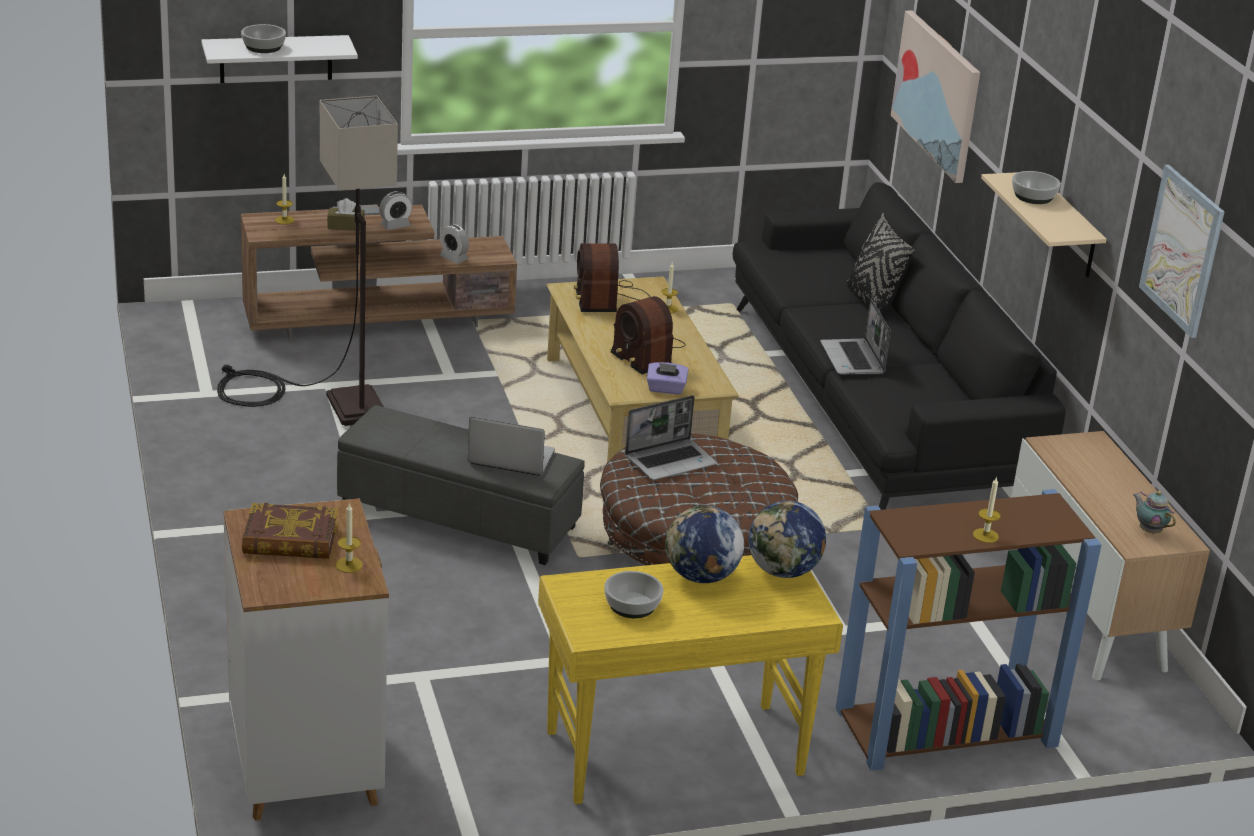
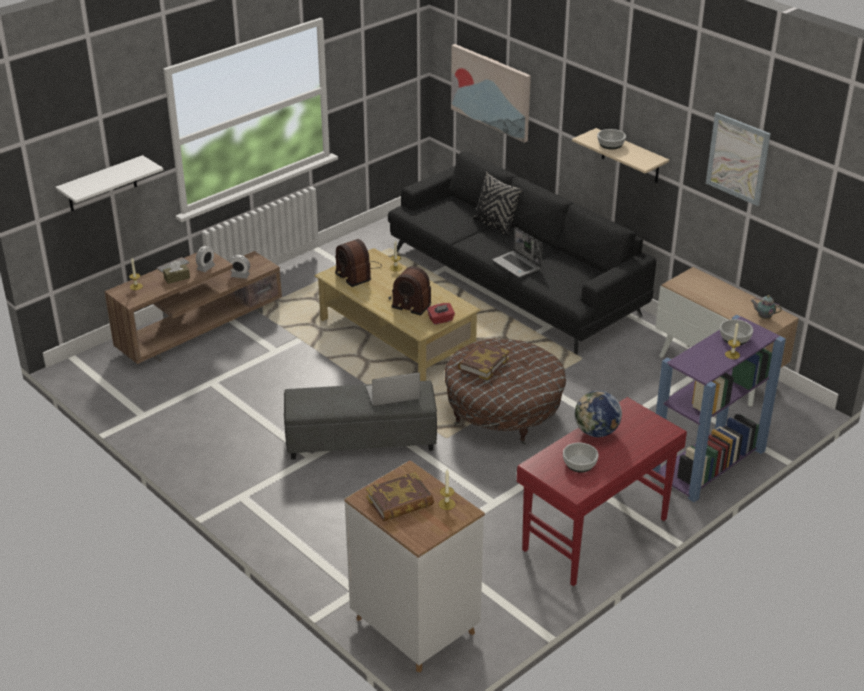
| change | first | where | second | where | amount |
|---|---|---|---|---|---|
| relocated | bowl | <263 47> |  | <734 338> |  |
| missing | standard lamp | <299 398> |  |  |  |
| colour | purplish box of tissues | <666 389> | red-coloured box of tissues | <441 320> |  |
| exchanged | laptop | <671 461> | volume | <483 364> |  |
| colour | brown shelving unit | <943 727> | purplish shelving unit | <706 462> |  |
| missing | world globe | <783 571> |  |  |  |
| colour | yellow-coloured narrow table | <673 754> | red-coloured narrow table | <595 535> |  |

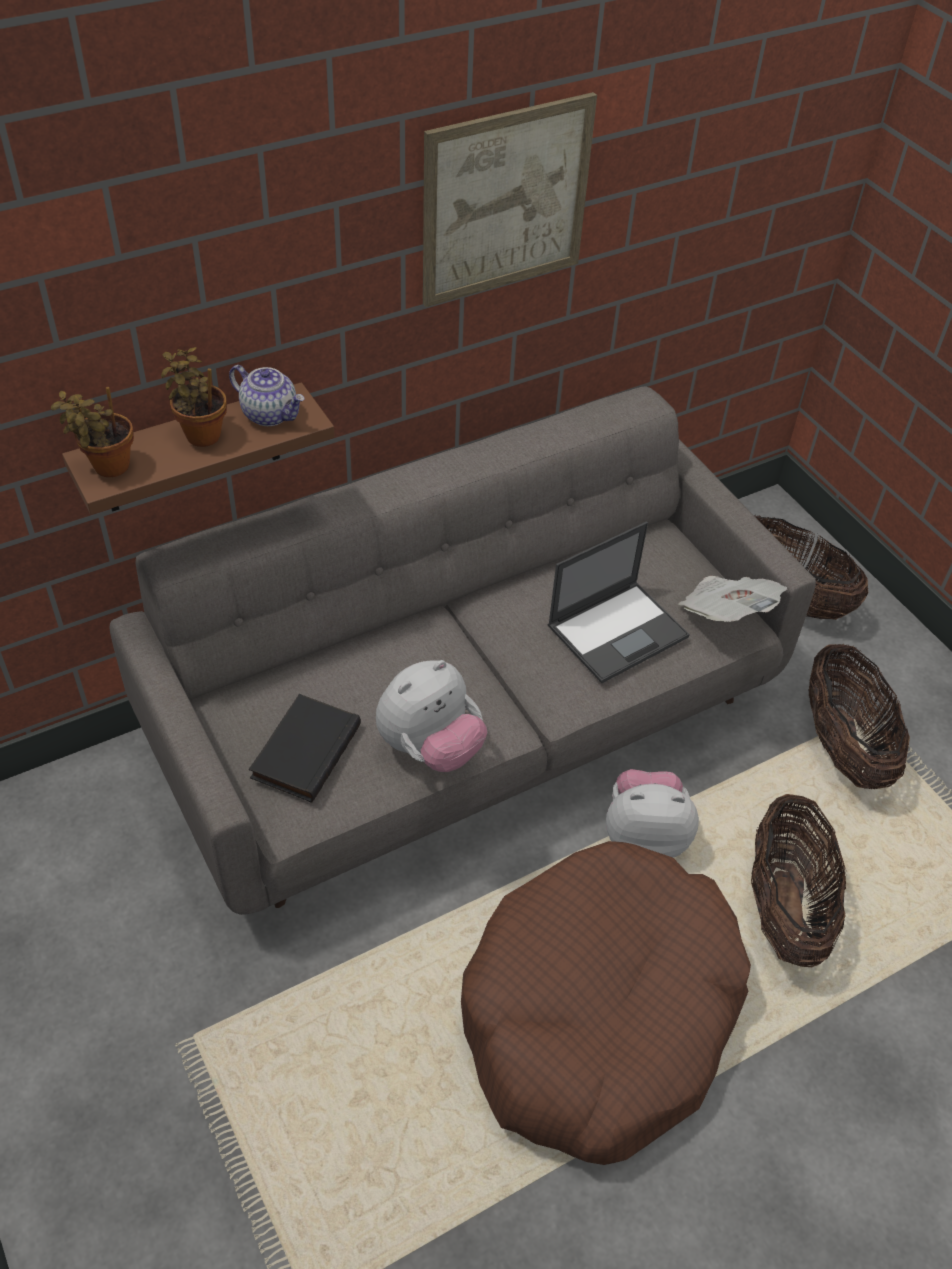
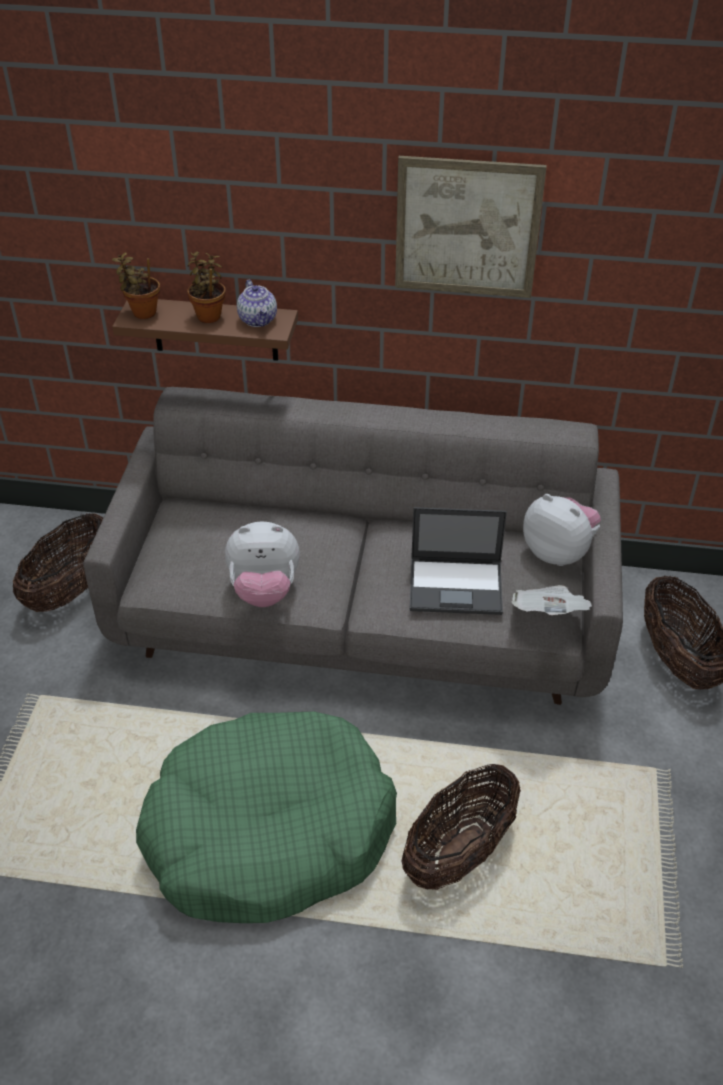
| change | first | where | second | where | amount |
|---|---|---|---|---|---|
| relocated | household basket | <843 746> |  | <71 589> |  |
| missing | black-coloured volume | <304 750> |  |  |  |
| relocated | plush toy | <644 836> |  | <558 552> |  |
| colour | brown dog bed | <599 1014> | green-coloured dog bed | <269 832> |  |

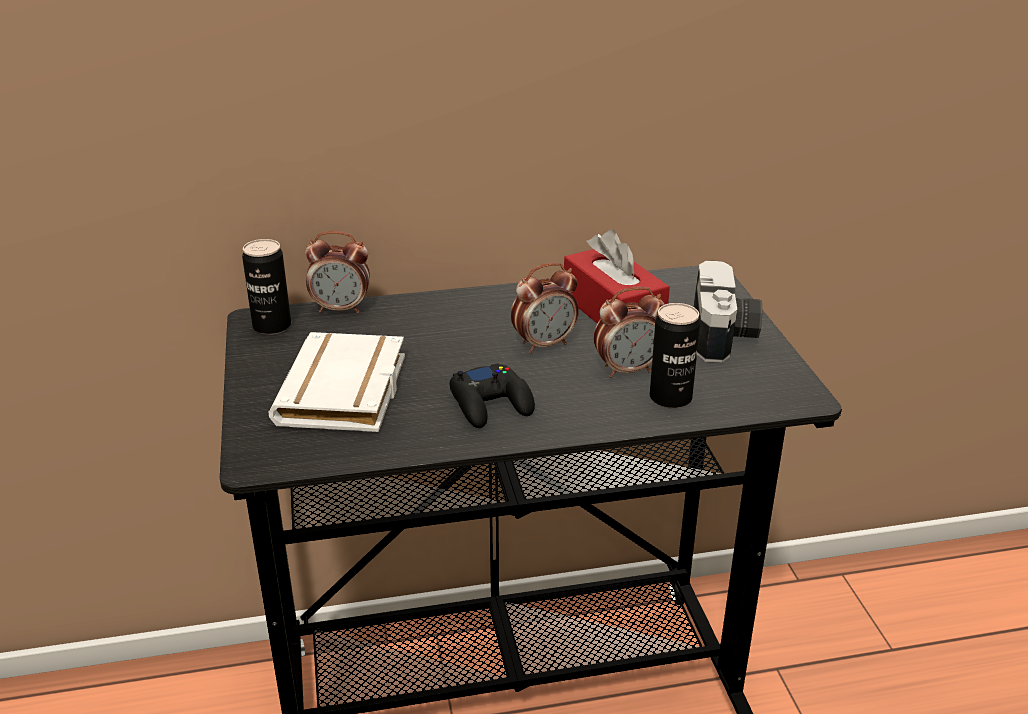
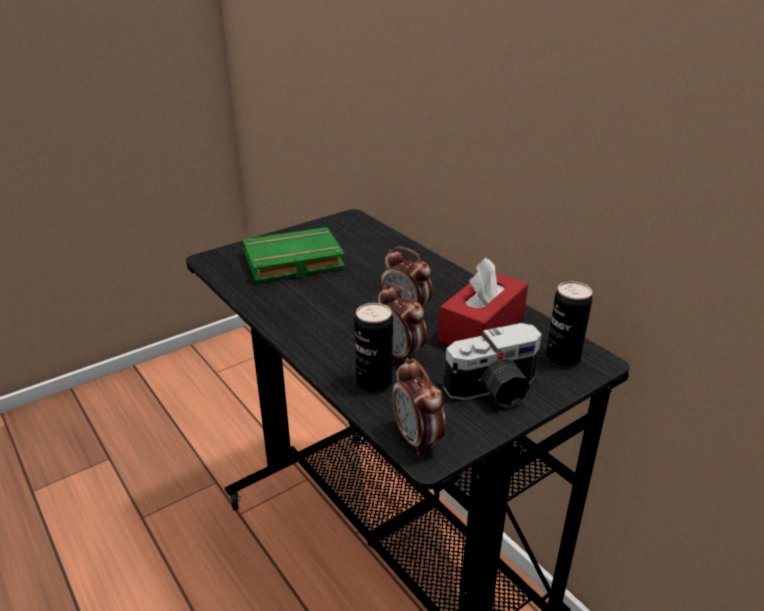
| change | first | where | second | where | amount |
|---|---|---|---|---|---|
| relocated | table clock | <341 309> |  | <417 439> |  |
| relocated | metal can | <272 326> |  | <563 358> |  |
| colour | whitish volume | <346 393> | green-coloured volume | <292 263> |  |
| missing | black-coloured joypad | <491 404> |  |  |  |

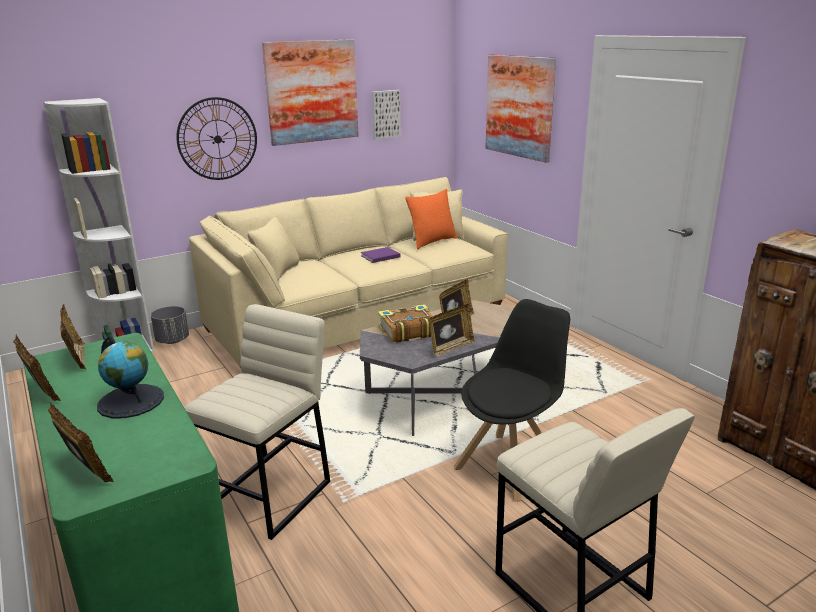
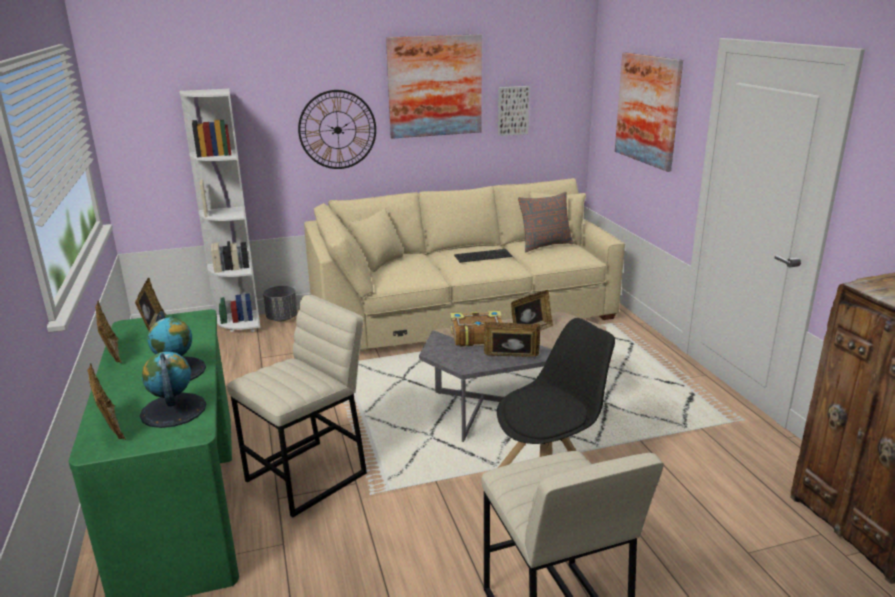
| change | first | where | second | where | amount |
|---|---|---|---|---|---|
| colour | orangey cushion | <432 242> | grey cushion | <545 246> |  |
| exchanged | purplish volume | <379 256> | PC keyboard | <483 256> |  |
| spun | standing frame | <451 348> |  | <511 358> | 150 degrees counterclockwise |
| appeared |  |  | world globe | <173 410> |  |

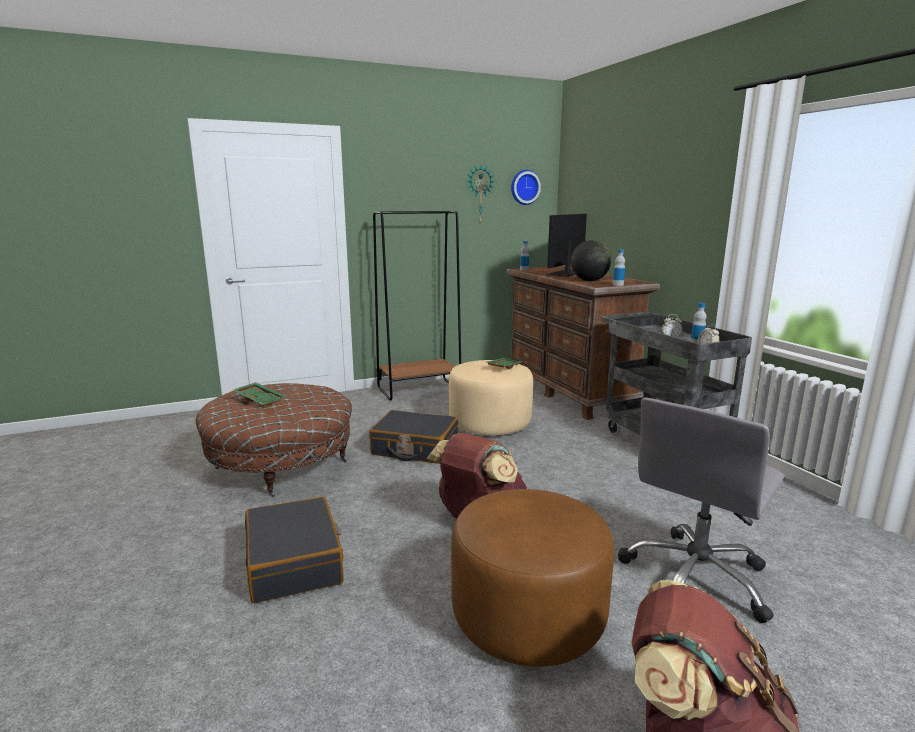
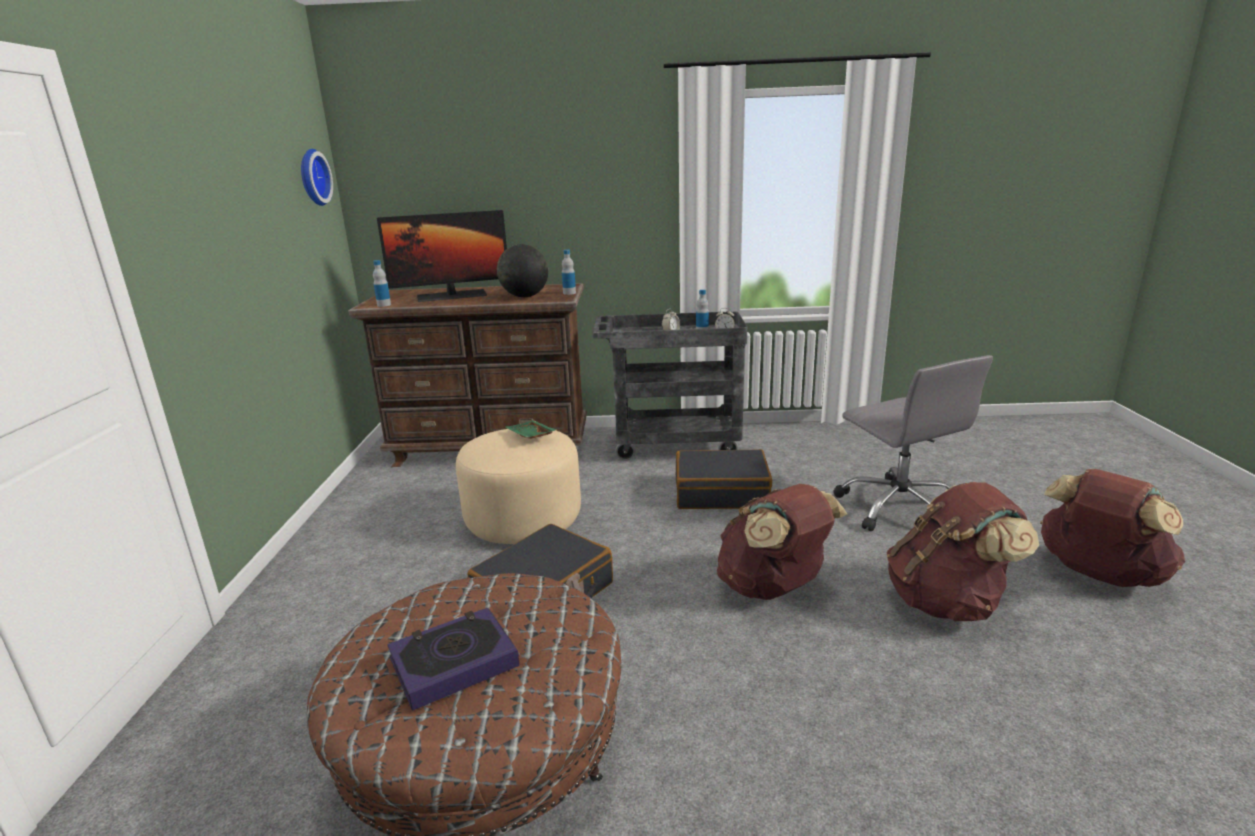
| change | first | where | second | where | amount |
|---|---|---|---|---|---|
| missing | hanging clock | <479 194> |  |  |  |
| missing | clothes rack | <419 390> |  |  |  |
| spun | computer display | <566 273> |  | <451 296> | 75 degrees counterclockwise |
| exchanged | green-coloured tray | <260 399> | volume | <454 663> |  |
| exchanged | brown footrest | <528 616> | brown rucksack | <947 602> |  |
| relocated | black-coloured suitcase | <295 562> |  | <721 492> |  |

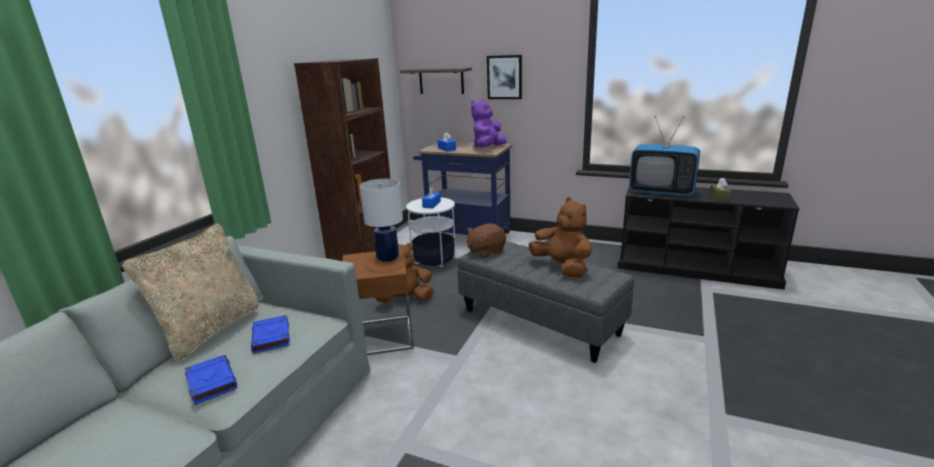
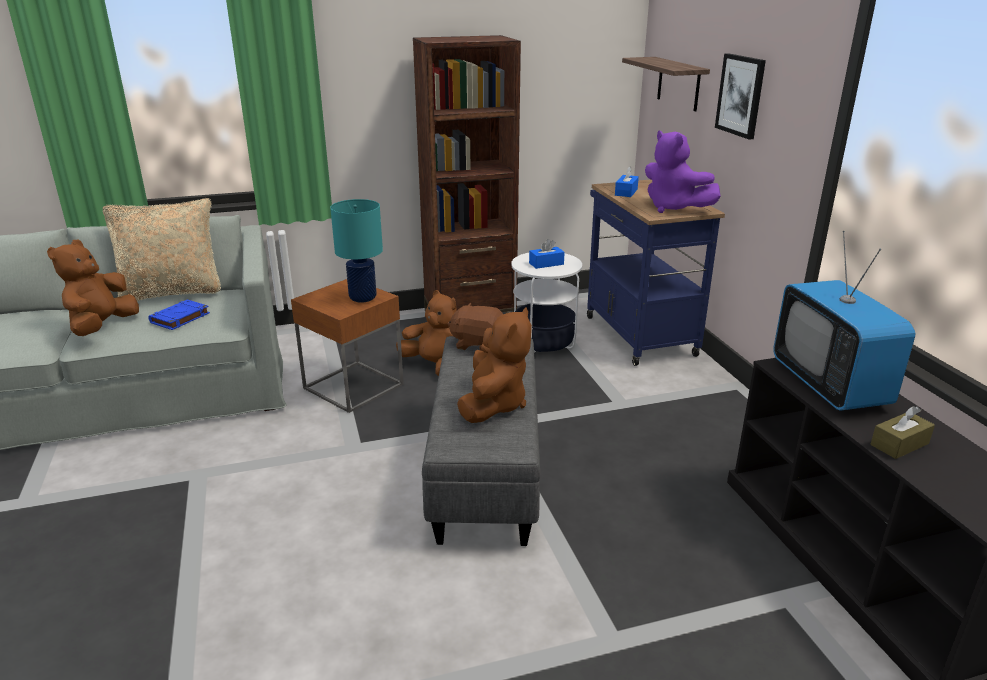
| change | first | where | second | where | amount |
|---|---|---|---|---|---|
| spun | purplish plush toy | <488 148> |  | <673 208> | 120 degrees counterclockwise |
| colour | whitish tabletop lamp | <388 259> | turquoise tabletop lamp | <363 299> |  |
| exchanged | blue volume | <211 382> | brown plush toy | <102 327> |  |

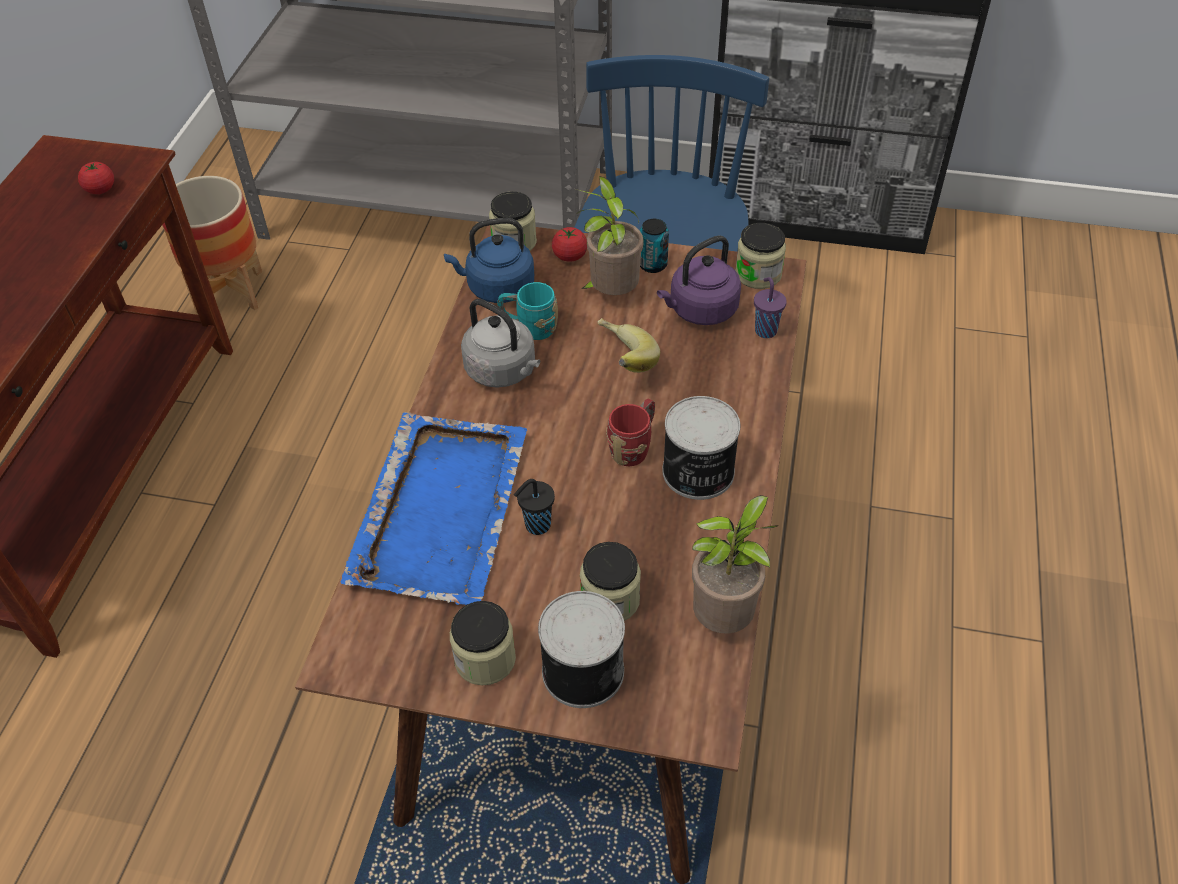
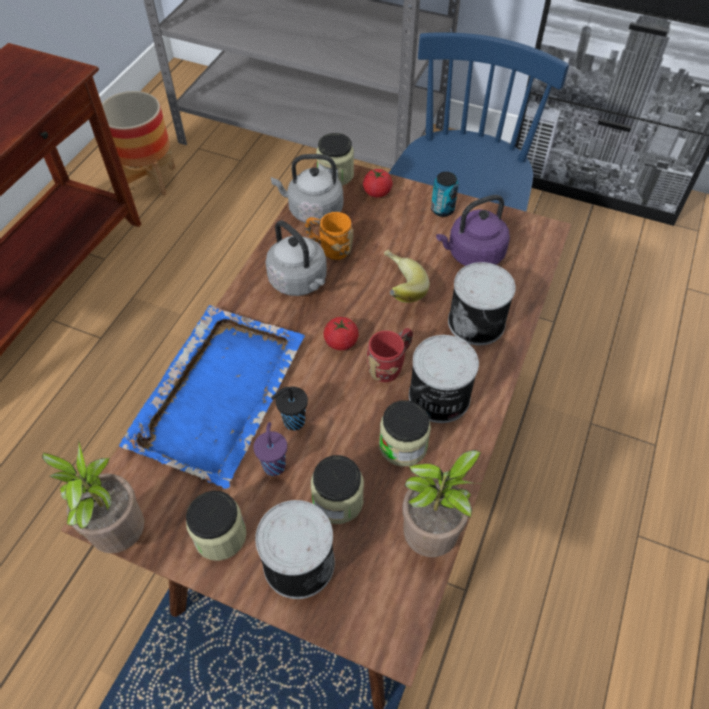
| change | first | where | second | where | amount |
|---|---|---|---|---|---|
| relocated | whole tomato | <100 189> |  | <341 342> |  |
| relocated | plant in a pot | <611 294> |  | <120 534> |  |
| colour | blue kettle | <497 288> | grey kettle | <312 211> |  |
| relocated | jar | <758 274> |  | <403 445> |  |
| relocated | purplish small cup | <765 330> |  | <274 464> |  |
| colour | turquoise tea mug | <529 328> | orangey tea mug | <329 248> |  |
| appeared |  |  | metal can | <477 322> |  |

